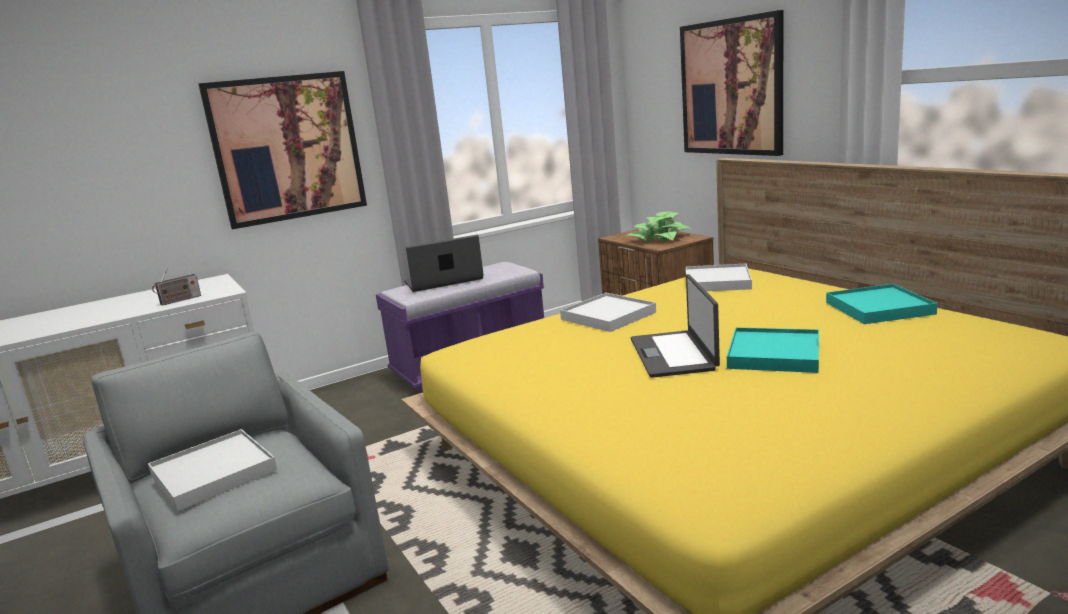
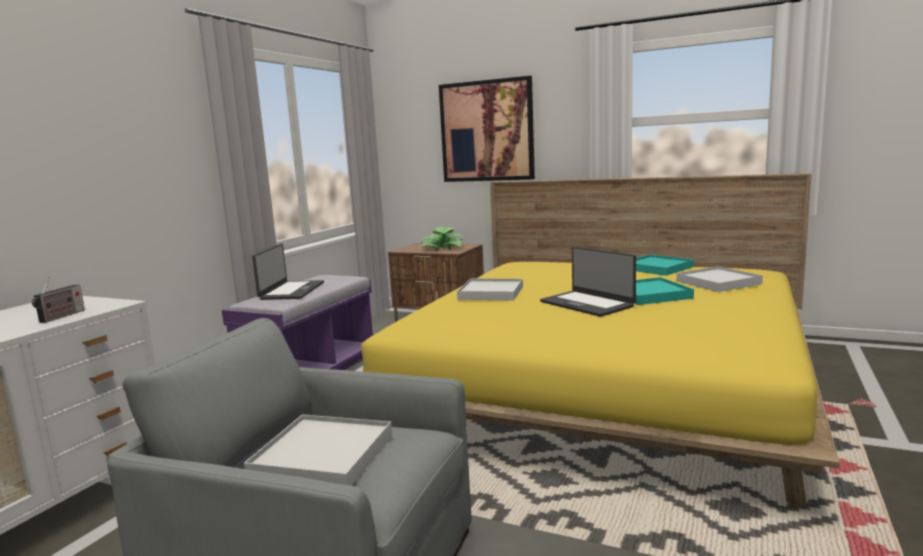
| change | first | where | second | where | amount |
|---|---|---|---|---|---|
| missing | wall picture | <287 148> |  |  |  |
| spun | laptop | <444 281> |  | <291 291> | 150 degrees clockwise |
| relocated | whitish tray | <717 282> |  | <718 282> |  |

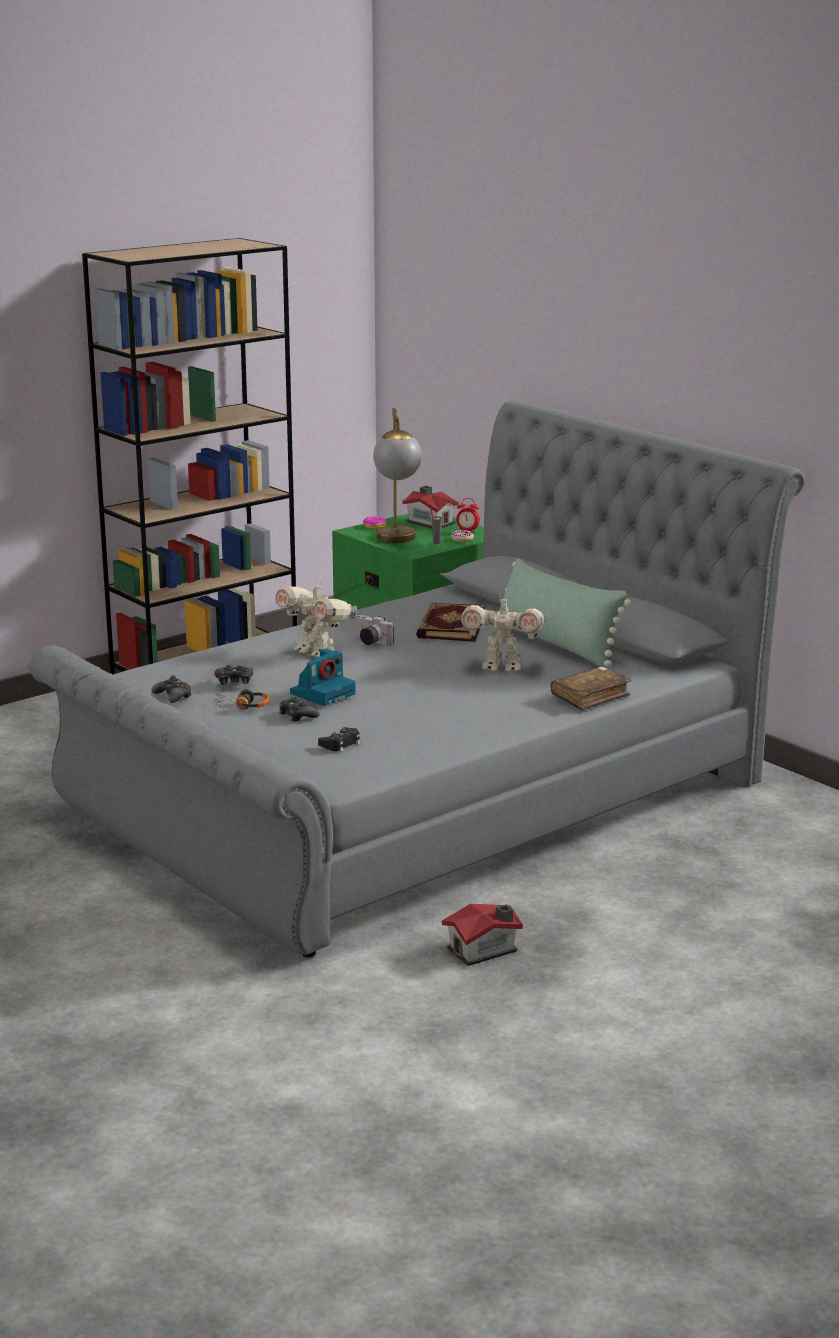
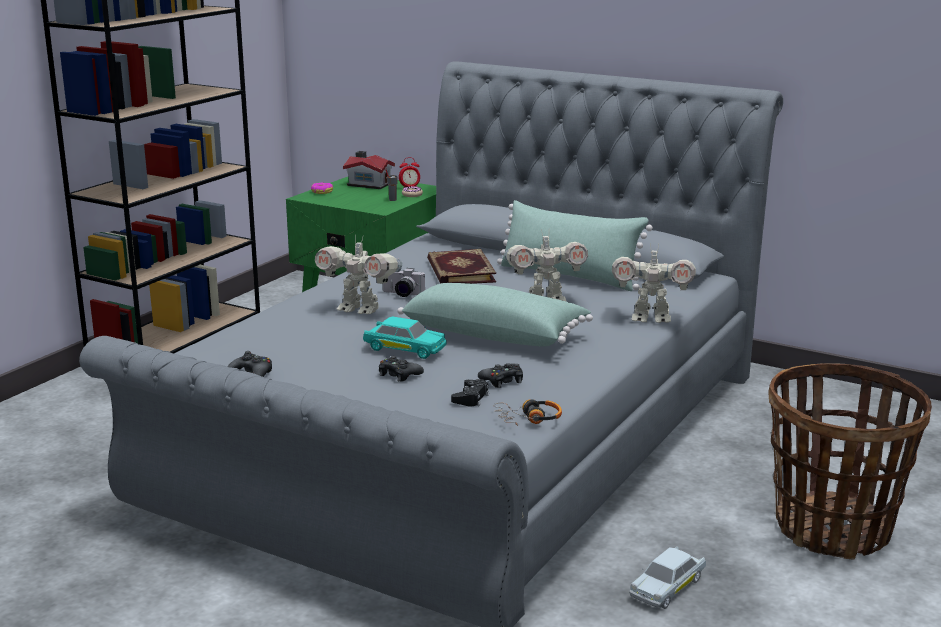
| change | first | where | second | where | amount |
|---|---|---|---|---|---|
| missing | tabletop lamp | <397 541> |  |  |  |
| exchanged | still camera | <323 693> | turquoise miniature car | <404 348> |  |
| relocated | black-coloured joypad | <234 680> |  | <502 381> |  |
| exchanged | brown volume | <590 697> | robot figure | <650 318> |  |
| relocated | headset | <241 706> |  | <528 419> |  |
| exchanged | model house | <484 950> | whitish miniature car | <667 587> |  |
| appeared |  |  | green-coloured cushion | <495 334> |  |
| appeared |  |  | household basket | <833 529> |  |

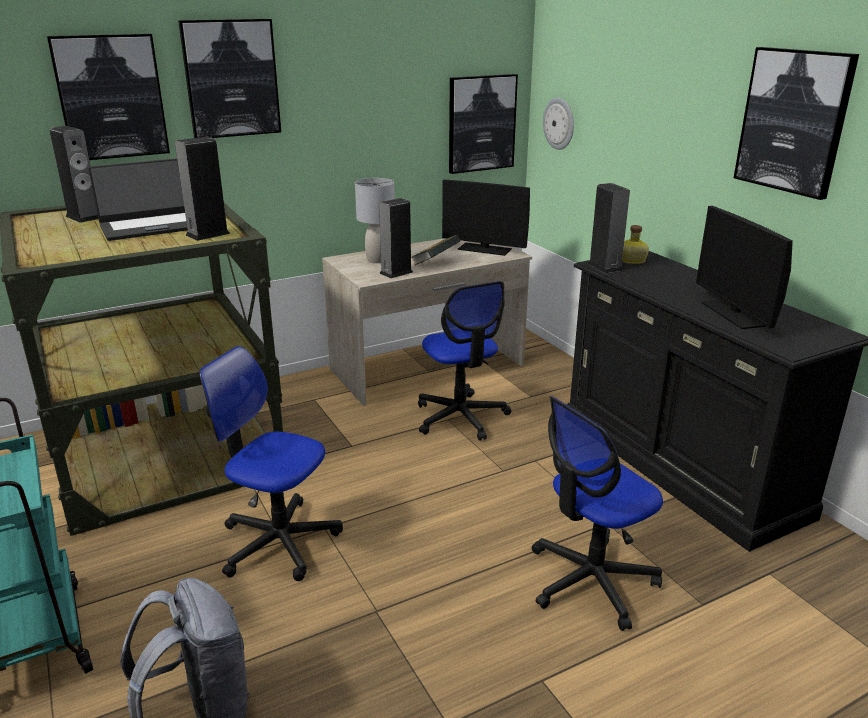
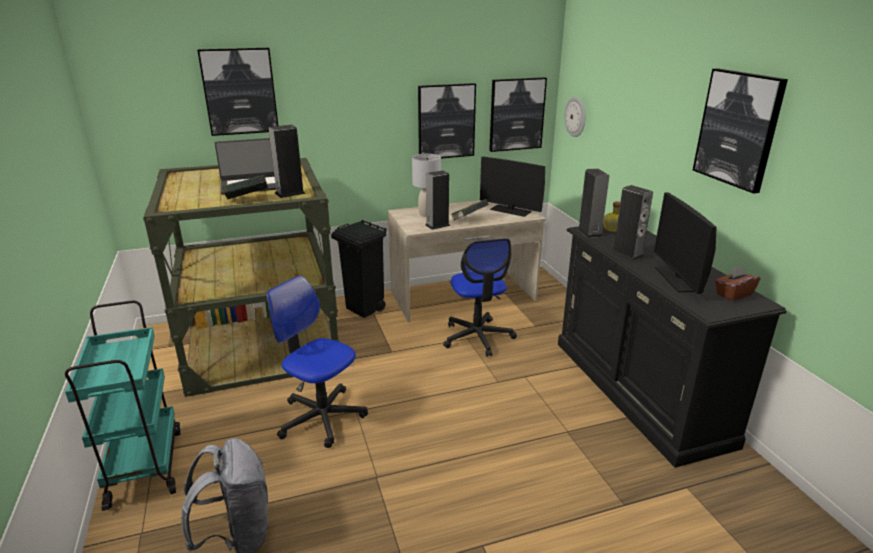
| change | first | where | second | where | amount |
|---|---|---|---|---|---|
| relocated | wall picture | <231 78> |  | <446 121> |  |
| relocated | loudspeaker | <84 217> |  | <627 254> |  |
| missing | desk chair | <591 581> |  |  |  |
| appeared |  |  | volume | <247 200> |  |
| appeared |  |  | black-coloured rubbish bin | <365 309> |  |
| appeared |  |  | brown box of tissues | <733 294> |  |

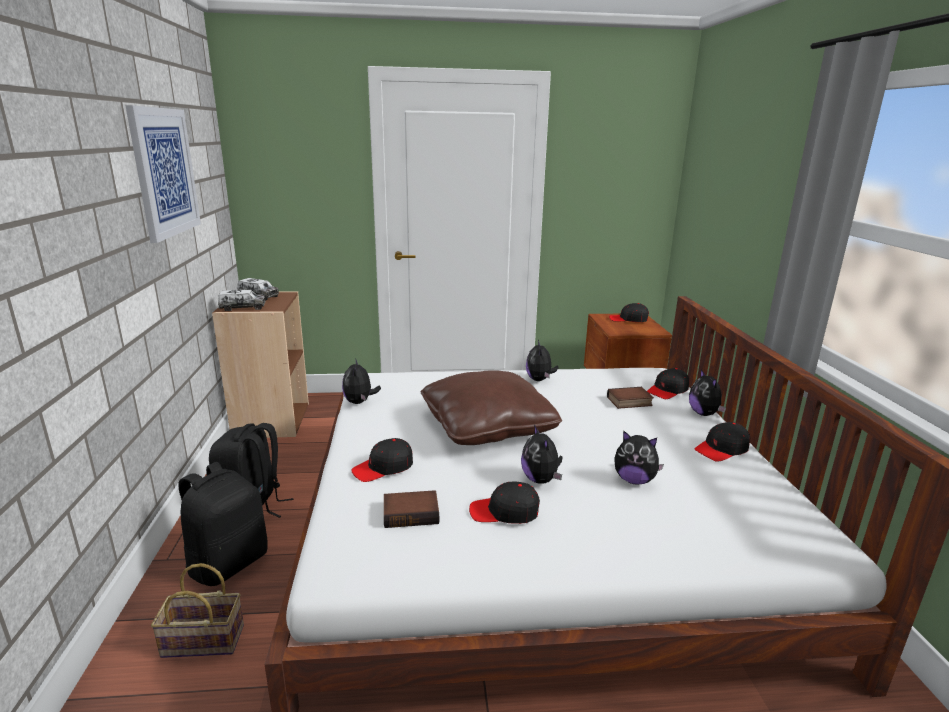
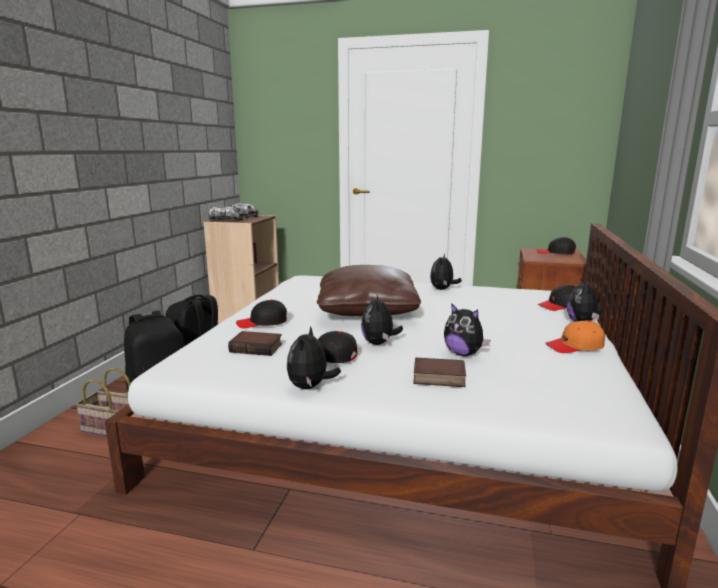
| change | first | where | second | where | amount |
|---|---|---|---|---|---|
| missing | wall picture | <164 172> |  |  |  |
| relocated | plush toy | <359 402> |  | <310 387> |  |
| relocated | volume | <629 402> |  | <438 378> |  |
| colour | black-coloured baseball cap | <722 449> | orangey baseball cap | <575 346> |  |

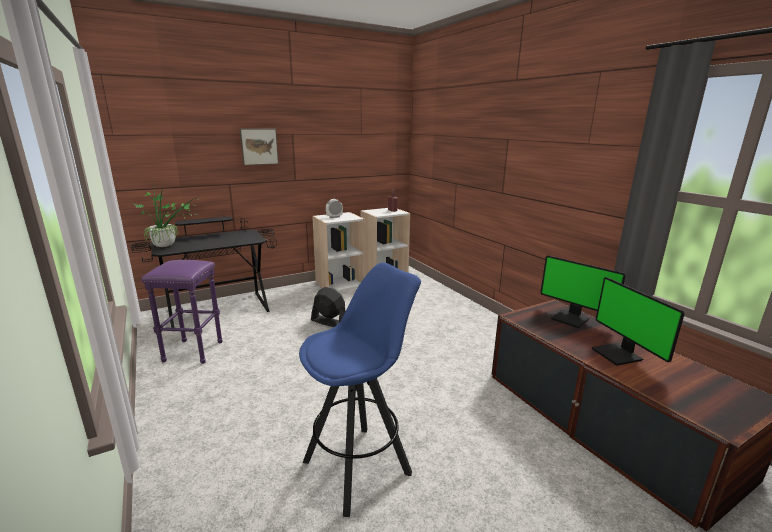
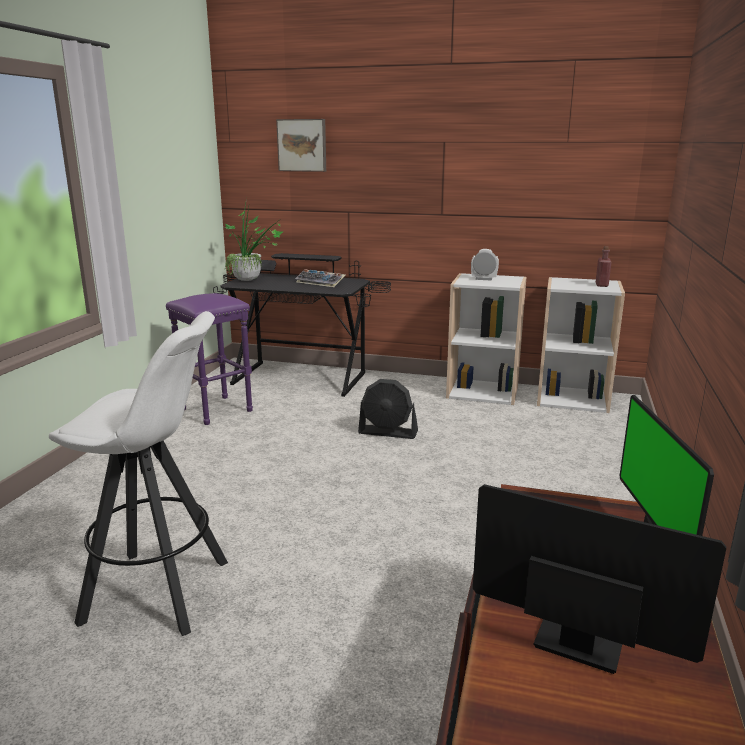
| change | first | where | second | where | amount |
|---|---|---|---|---|---|
| relocated | wall picture | <259 146> |  | <302 145> |  |
| colour | blue sitting stool | <360 466> | whitish sitting stool | <161 592> |  |
| spun | computer display | <618 354> |  | <578 638> | 90 degrees clockwise |
| spun | black-coloured cooling fan | <329 322> |  | <388 432> | 120 degrees clockwise |
| appeared |  |  | PC keyboard | <321 283> |  |

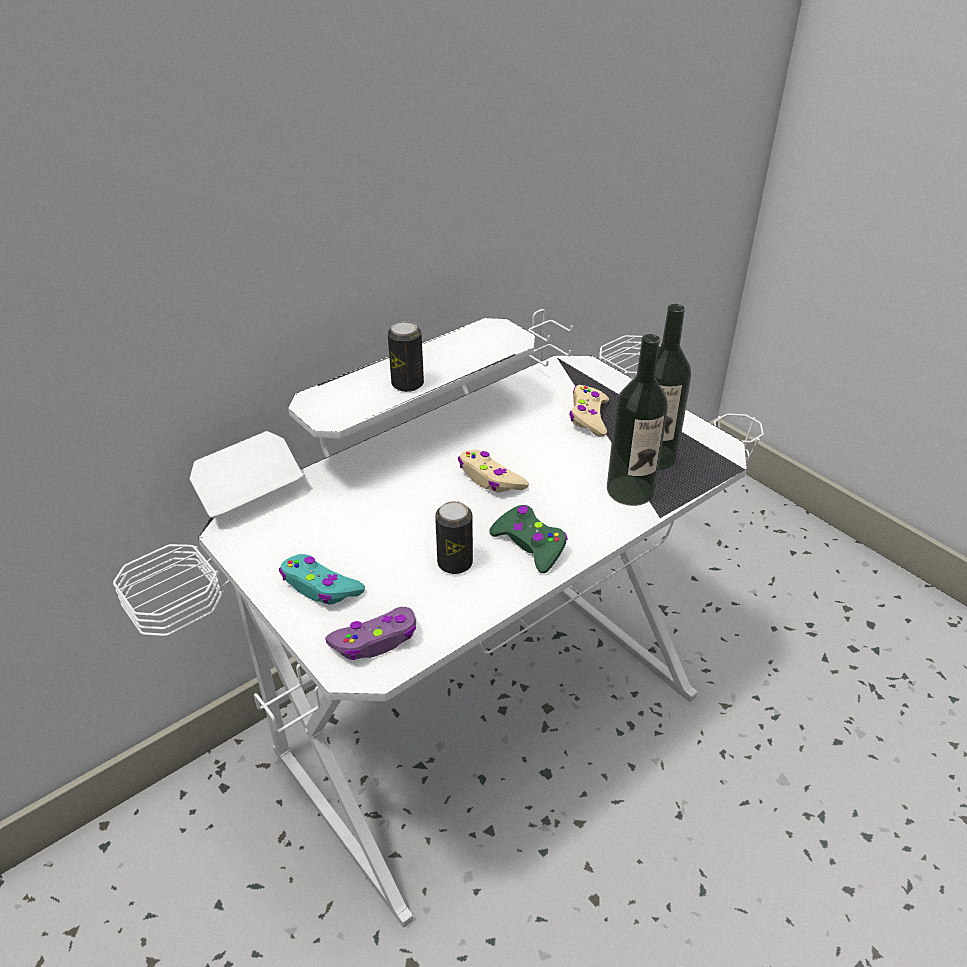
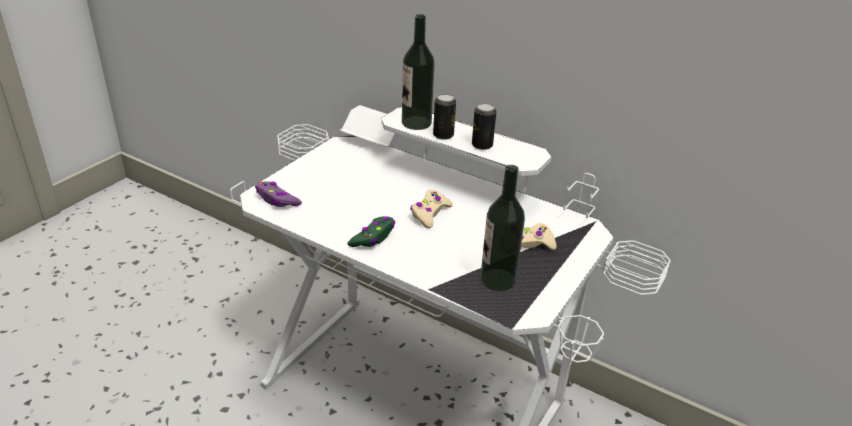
| change | first | where | second | where | amount |
|---|---|---|---|---|---|
| relocated | beverage bottle | <630 490> |  | <416 123> |  |
| relocated | metal can | <455 563> |  | <482 145> |  |
| missing | turquoise joypad | <320 587> |  |  |  |

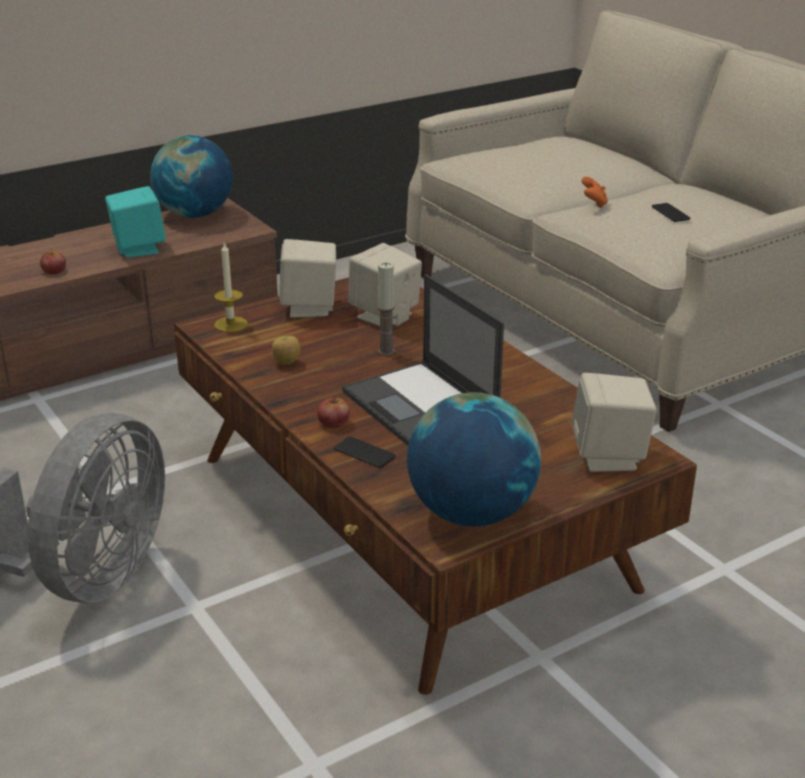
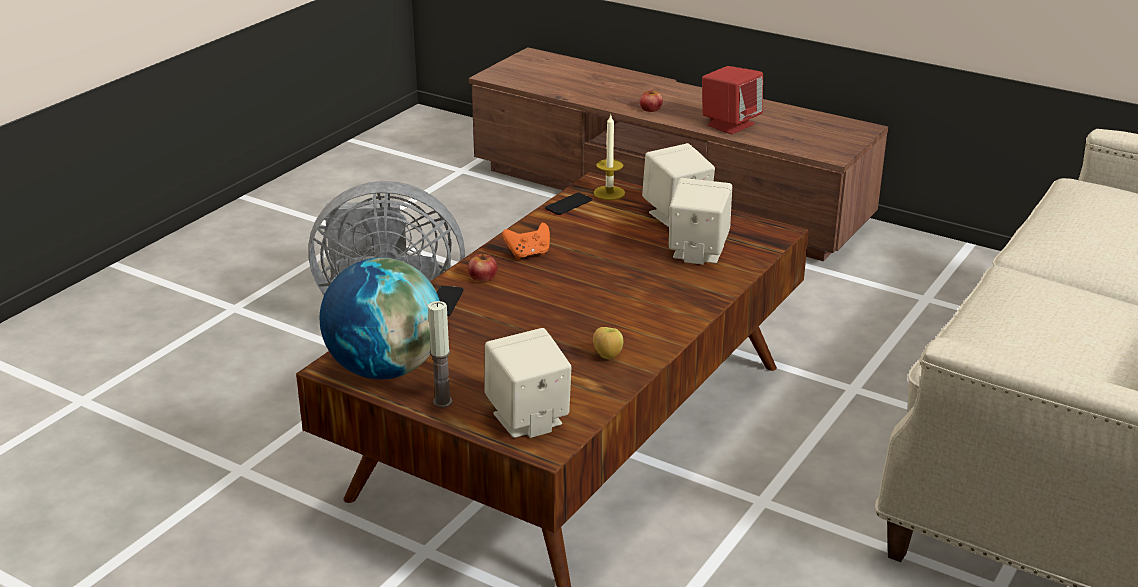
| change | first | where | second | where | amount |
|---|---|---|---|---|---|
| missing | world globe | <195 214> |  |  |  |
| relocated | orangey joypad | <594 204> |  | <528 254> |  |
| colour | turquoise loudspeaker | <138 248> | red-coloured loudspeaker | <730 124> |  |
| relocated | phone | <670 213> |  | <568 204> |  |
| relocated | candle | <386 351> |  | <442 402> |  |
| missing | laptop | <422 405> |  |  |  |
| relocated | apple | <286 362> |  | <607 356> |  |

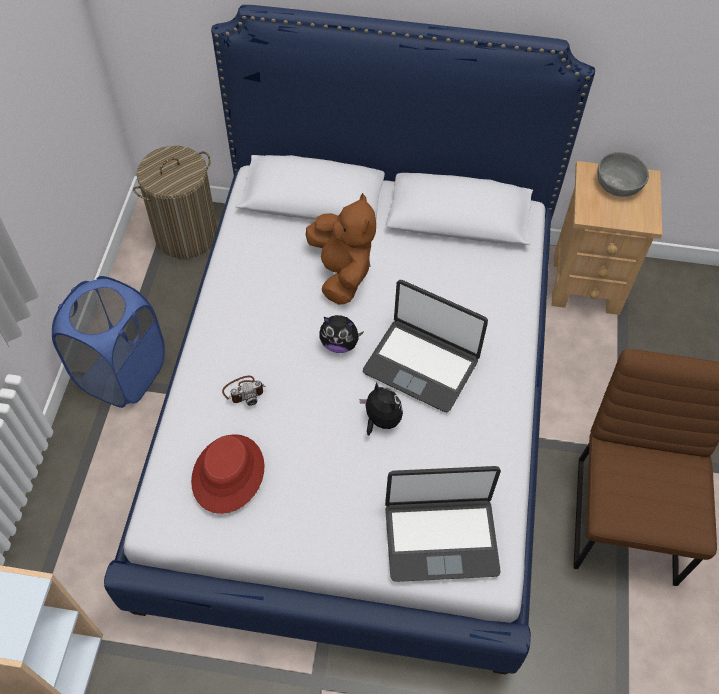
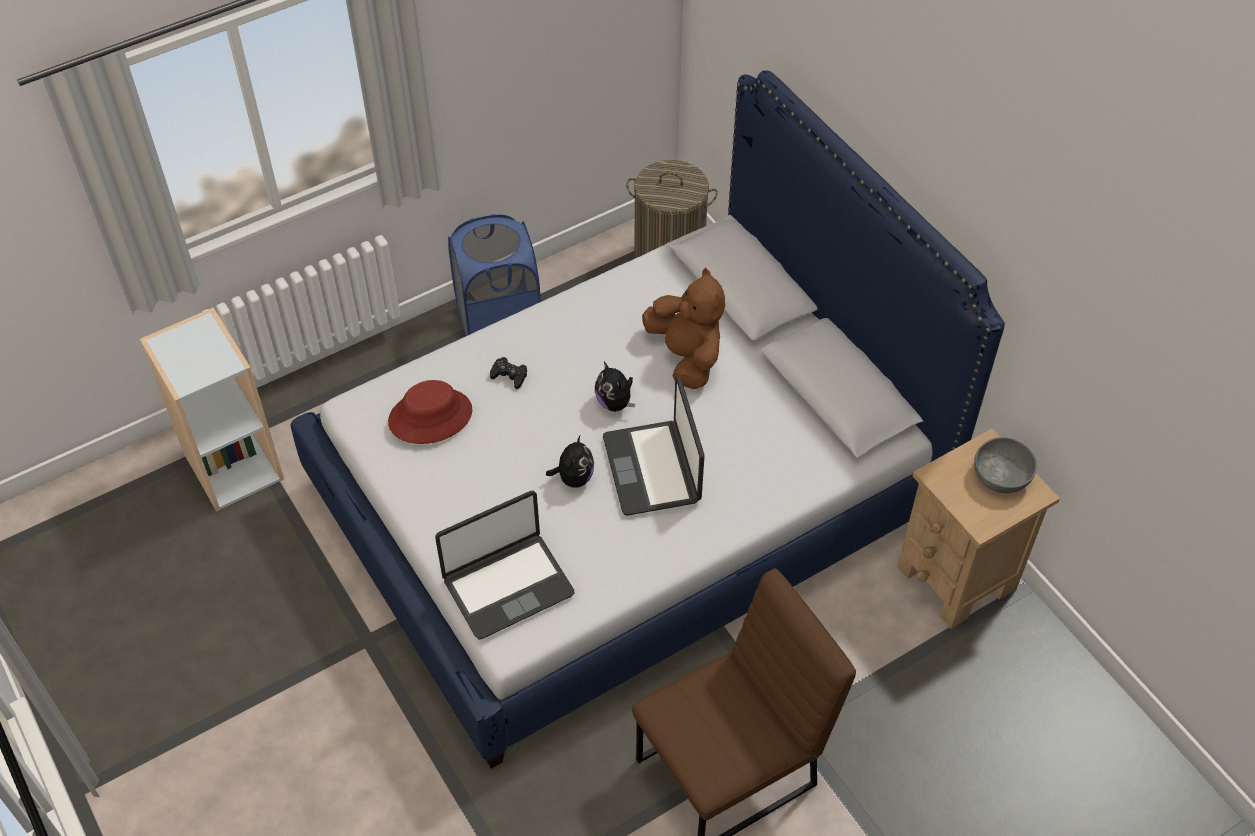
| change | first | where | second | where | amount |
|---|---|---|---|---|---|
| spun | brown plush toy | <342 272> |  | <686 356> | 60 degrees counterclockwise |
| exchanged | still camera | <244 391> | black-coloured joypad | <509 375> |  |
| spun | laptop | <441 538> |  | <507 586> | 75 degrees counterclockwise |

